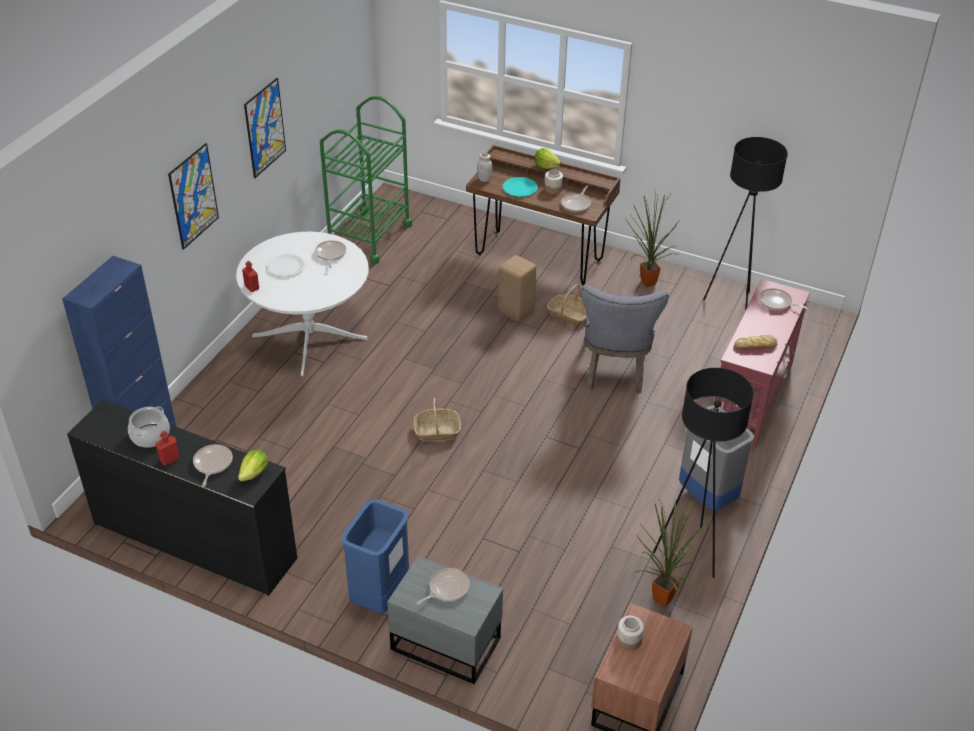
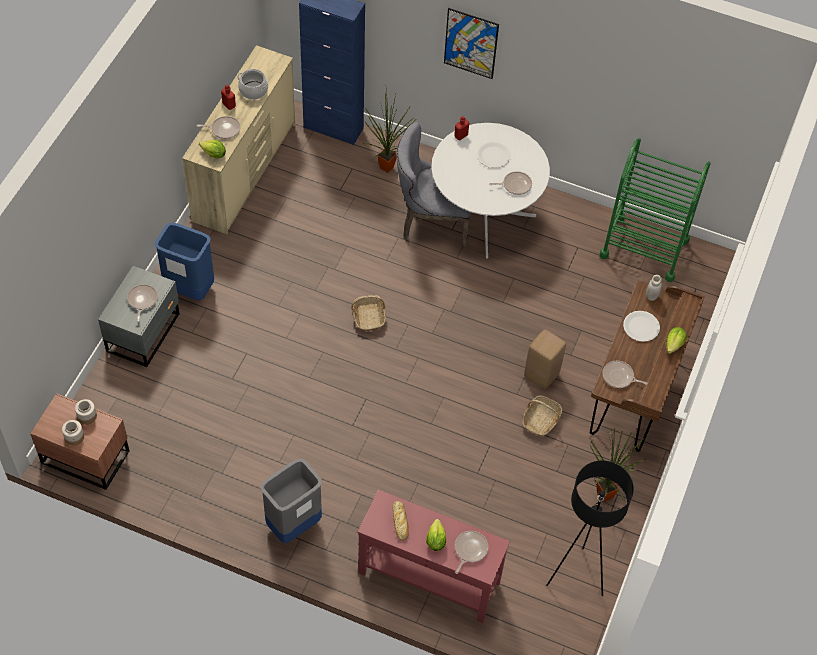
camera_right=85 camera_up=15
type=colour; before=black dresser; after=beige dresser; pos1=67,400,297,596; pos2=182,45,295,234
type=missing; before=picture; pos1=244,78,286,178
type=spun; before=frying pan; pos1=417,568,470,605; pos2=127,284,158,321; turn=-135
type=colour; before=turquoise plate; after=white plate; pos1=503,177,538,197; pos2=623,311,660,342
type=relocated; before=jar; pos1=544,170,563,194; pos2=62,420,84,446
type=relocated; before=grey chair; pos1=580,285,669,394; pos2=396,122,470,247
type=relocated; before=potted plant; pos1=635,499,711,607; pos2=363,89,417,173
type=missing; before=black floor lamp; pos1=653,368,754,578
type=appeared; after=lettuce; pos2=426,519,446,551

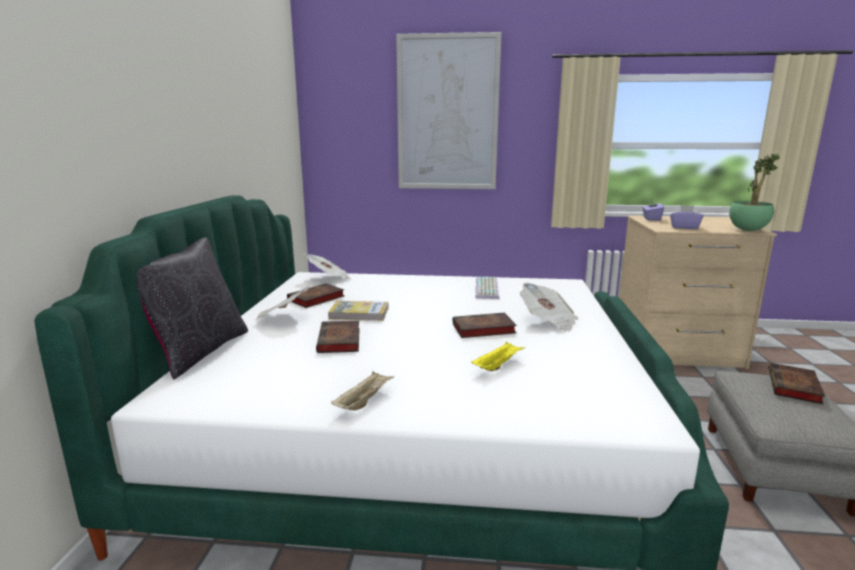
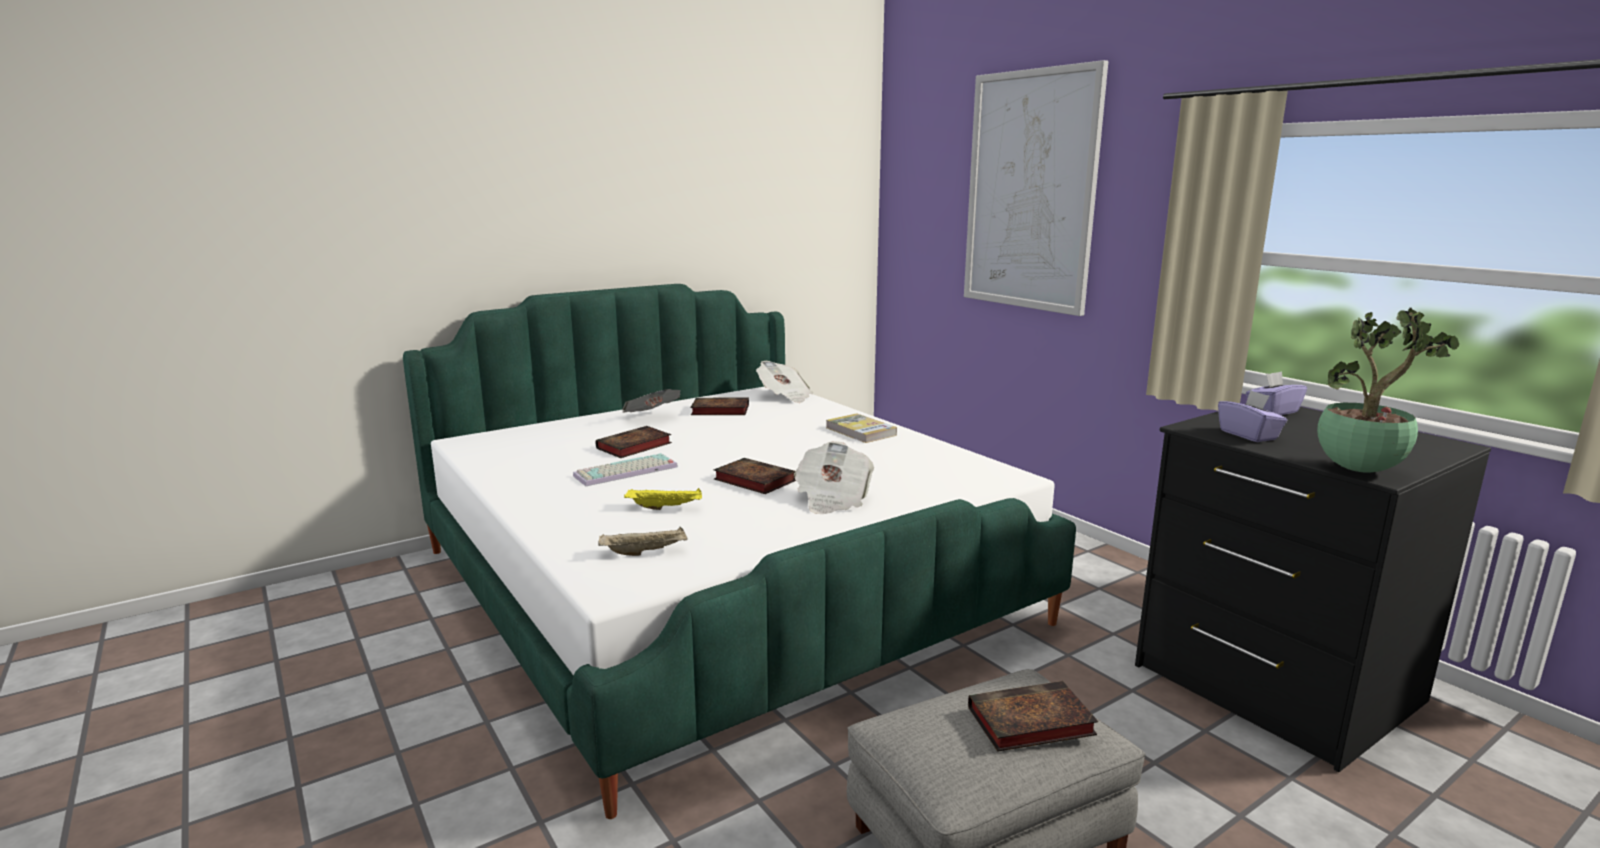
camera_right=50 camera_up=0
type=missing; before=black pillow; pos1=136,237,248,380
type=relocated; before=book; pos1=328,301,389,321; pos2=826,414,897,443
type=relocated; before=beige tray; pos1=331,371,394,411; pos2=598,527,688,556
type=relocated; before=keyboard; pos1=476,276,499,299; pos2=573,453,678,486
type=colour; before=beige dresser; after=black dresser; pos1=619,215,777,369; pos2=1135,407,1491,772

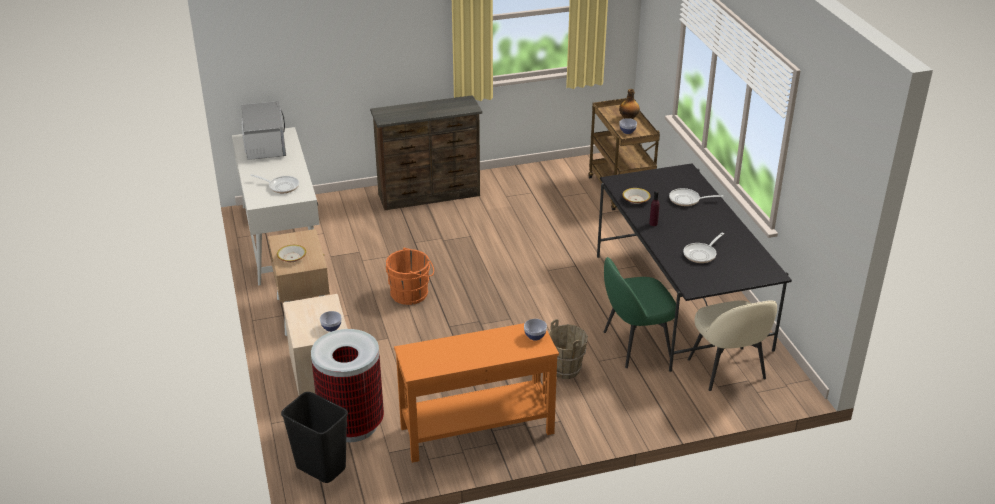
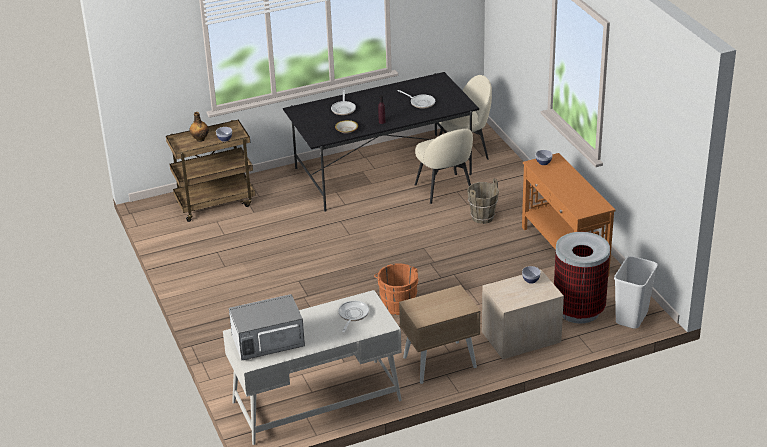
camera_right=-95 camera_up=0
type=missing; before=bowl; pos1=277,245,306,262
type=colour; before=black trash can; after=white trash can; pos1=281,392,348,483; pos2=614,256,658,329
type=missing; before=brown dresser; pos1=370,95,482,210
type=colour; before=green chair; after=beige chair; pos1=604,257,676,368; pos2=415,129,473,204

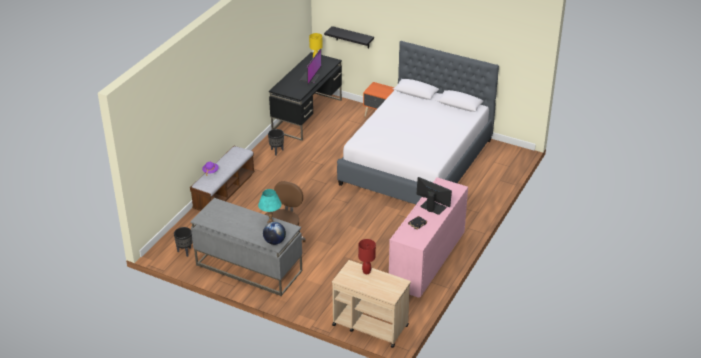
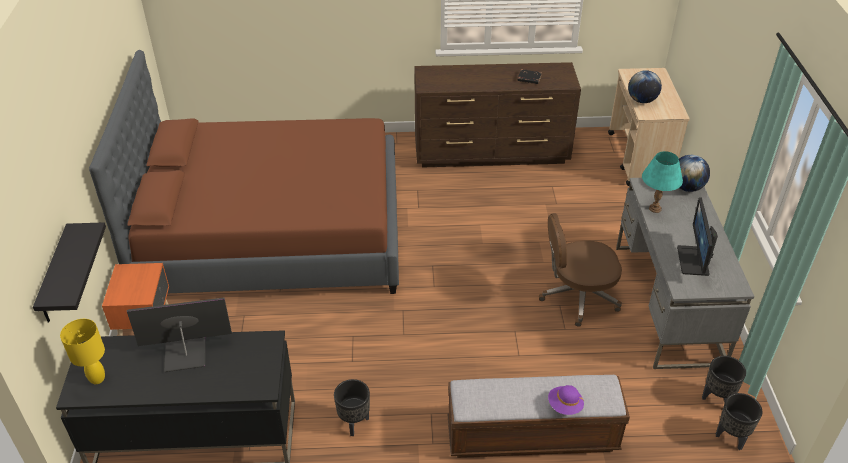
camera_right=-120 camera_up=5
type=colour; before=white bed; after=brown bed; pos1=337,41,499,204; pos2=89,50,399,294
type=exchanged; before=red table lamp; after=globe; pos1=358,239,376,274; pos2=628,70,662,103
type=colour; before=pink dresser; after=brown dresser; pos1=389,178,468,298; pos2=414,62,581,168
type=relocated; before=monitor; pos1=417,177,452,215; pos2=677,197,718,276
type=appeared; after=black planter; pos2=716,393,762,450

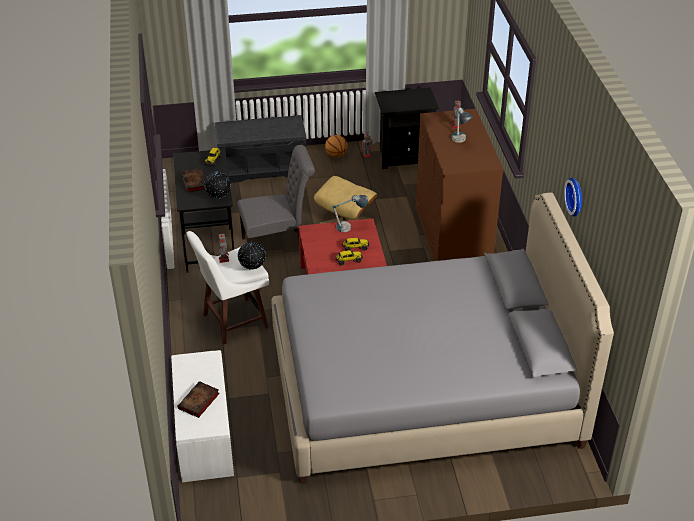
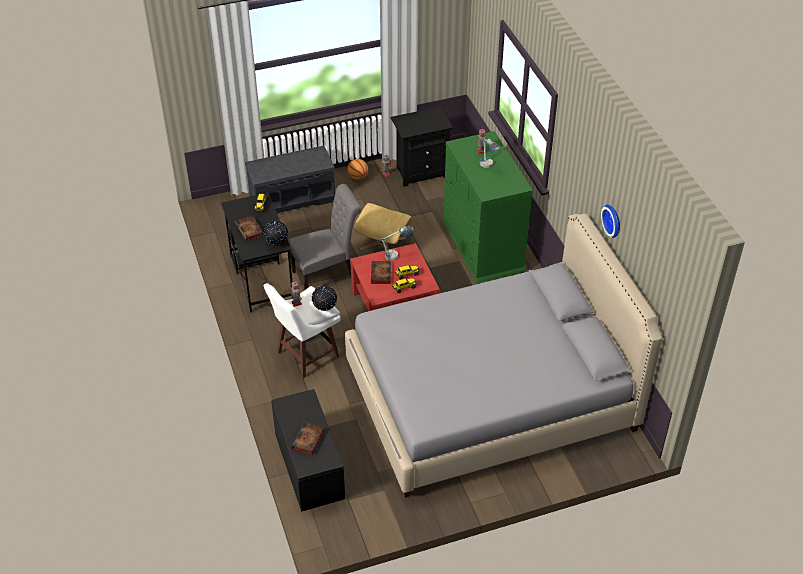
camera_right=-10 camera_up=5
type=colour; before=white bench; after=black bench; pos1=171,350,234,482; pos2=271,389,345,512
type=colour; before=brown dresser; after=green dresser; pos1=415,109,504,261; pos2=443,131,533,284
type=appeared; after=book; pos2=371,261,391,284

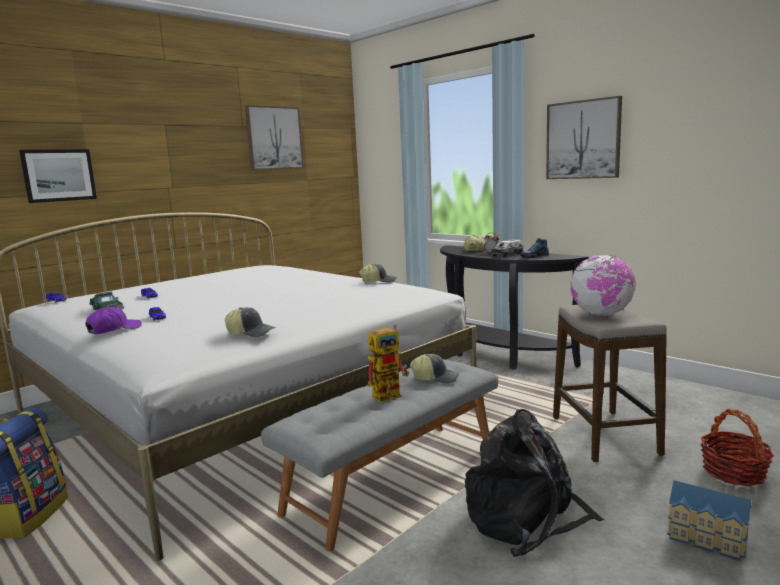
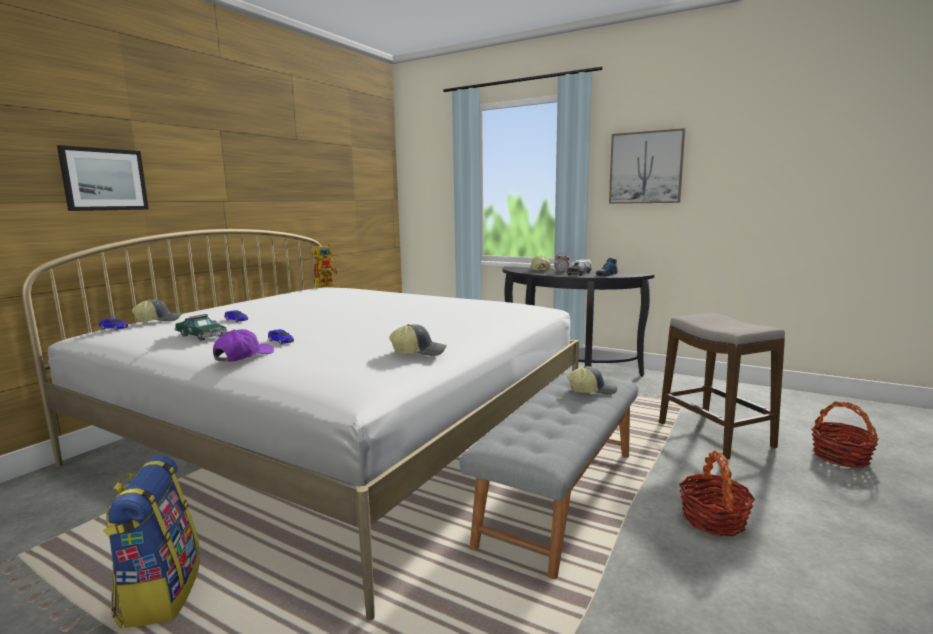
camera_right=-15 camera_up=0
type=missing; before=picture; pos1=245,105,304,170
type=relocated; before=cap; pos1=359,264,396,283; pos2=132,299,182,322
type=relocated; before=toy robot; pos1=368,324,409,402; pos2=313,243,338,288
type=exchanged; before=black backpack; after=basket; pos1=465,409,604,557; pos2=679,451,755,536
type=missing; before=globe; pos1=570,255,636,316
type=missing; before=toy house; pos1=667,480,751,561

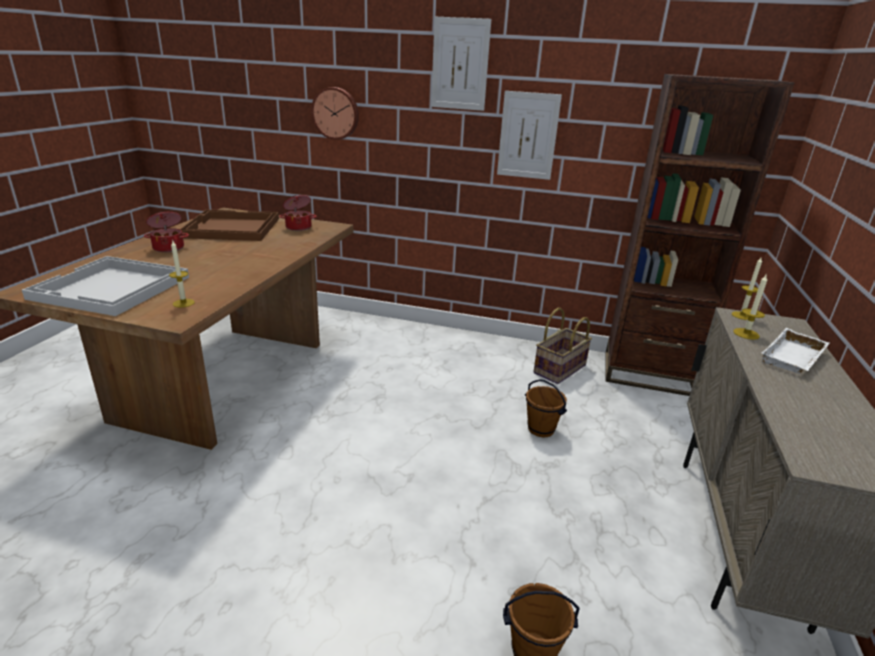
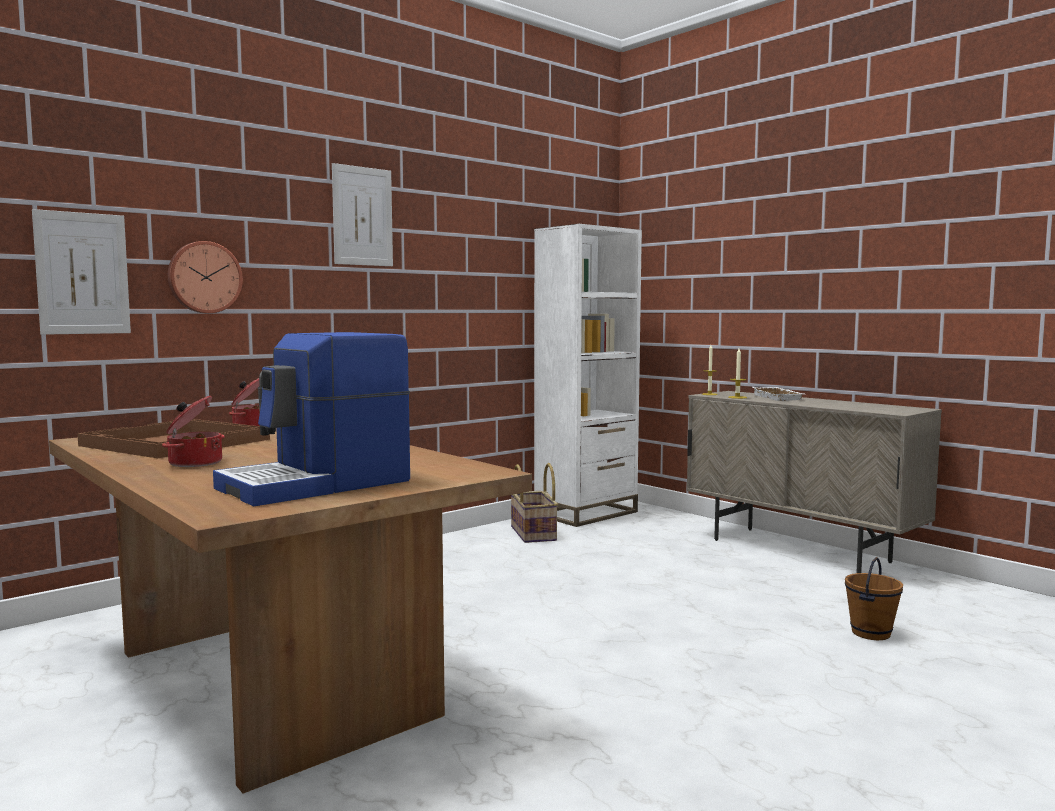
camera_right=-55 camera_up=-20
type=exchanged; before=white tray; after=coffee machine; pos1=22,256,189,316; pos2=213,332,410,506
type=missing; before=candle; pos1=169,241,195,308
type=relocated; before=picture; pos1=497,91,562,180; pos2=32,209,131,335
type=missing; before=brown bucket; pos1=525,379,567,437
type=colour; before=brown bookcase; after=white bookcase; pos1=605,74,795,396; pos2=534,224,642,527

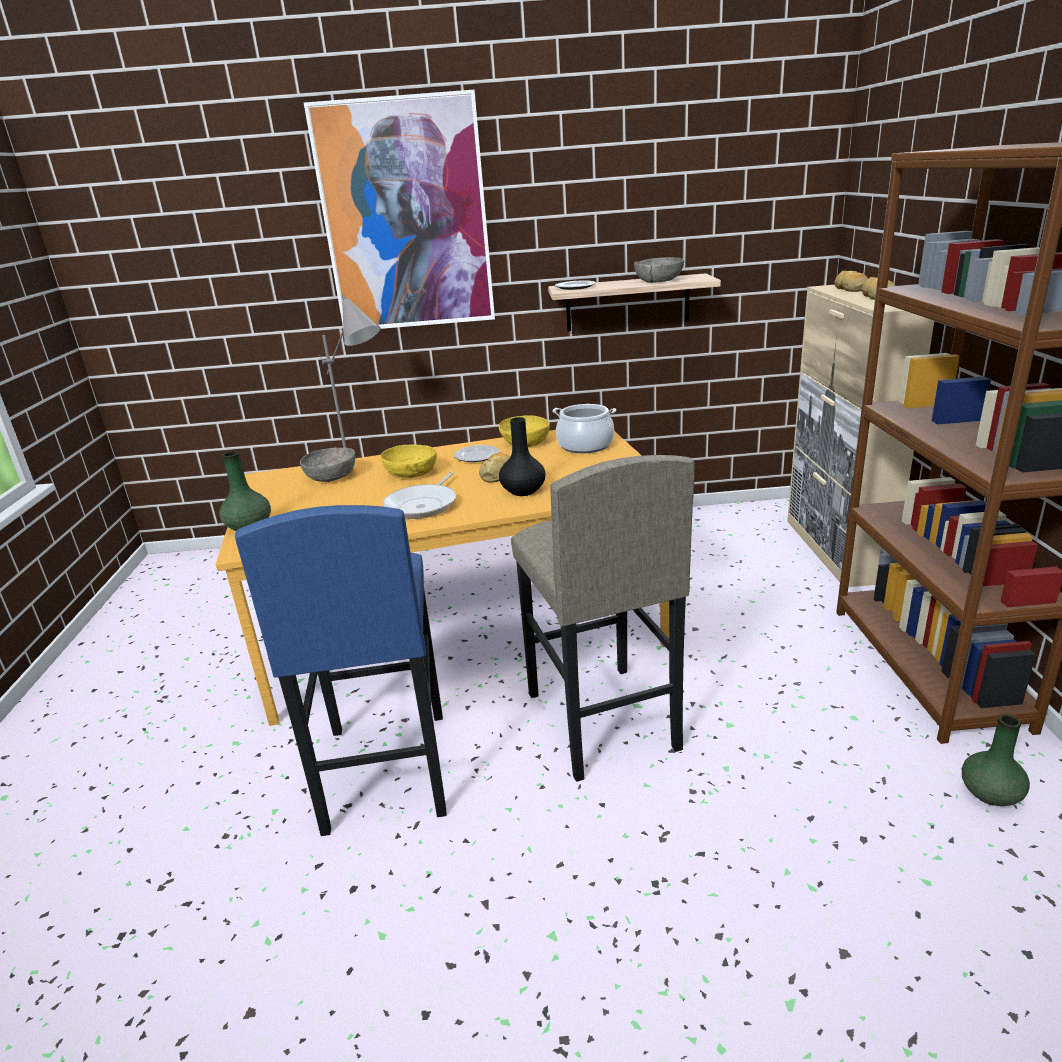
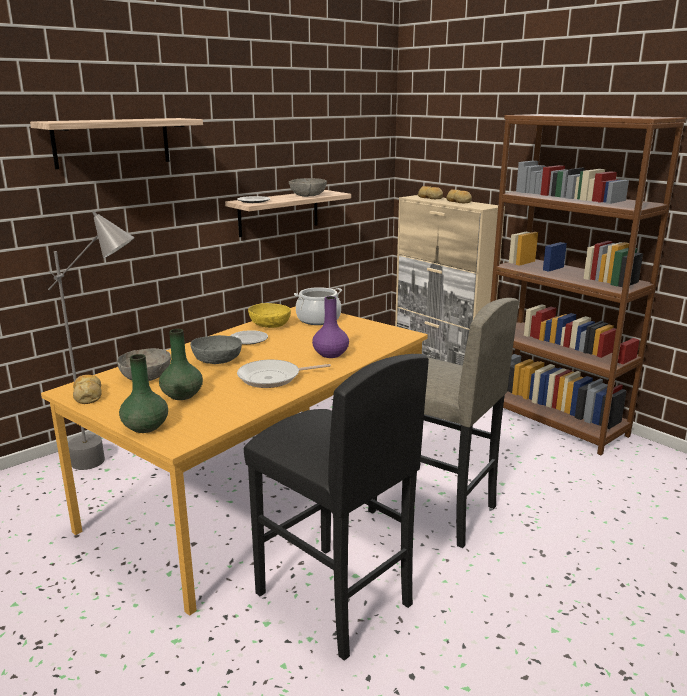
camera_right=-40 camera_up=-5
type=colour; before=blue stool; after=black stool; pos1=235,505,447,836; pos2=244,354,429,661
type=exchanged; before=picture; after=shelf; pos1=304,90,495,329; pos2=30,118,203,169
type=colour; before=yellow bowl; after=grey bowl; pos1=381,445,437,478; pos2=190,335,242,364
type=spun; before=frying pan; pos1=383,472,456,519; pos2=237,360,331,388; turn=90
type=relocated; before=bread; pos1=479,453,510,482; pos2=73,375,102,404
type=colour; before=black vase; after=purple vase; pos1=499,417,545,496; pos2=312,296,349,358
type=relocated; before=green vase; pos1=962,714,1030,806; pos2=159,329,203,400

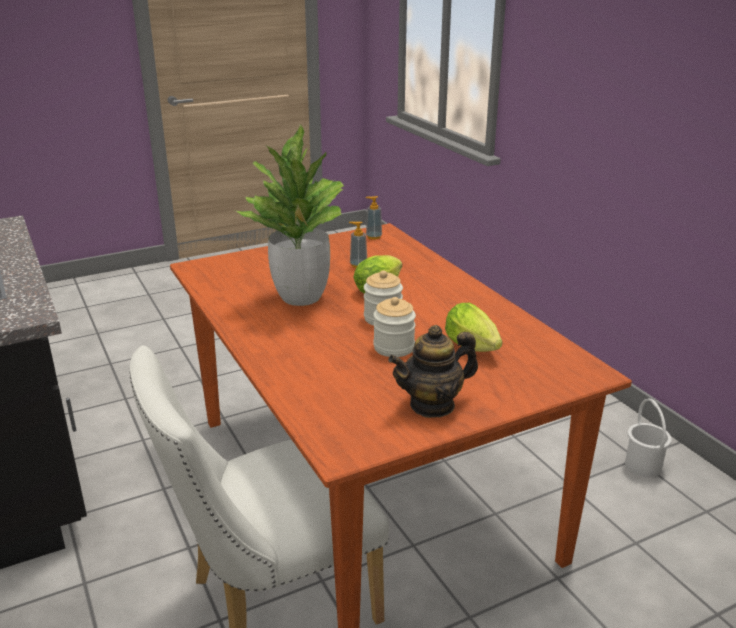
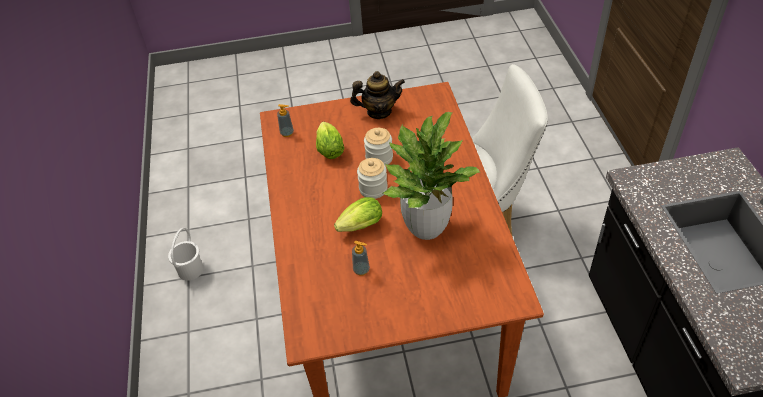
camera_right=-160 camera_up=20
type=relocated; before=soap dispenser; pos1=366,196,382,240; pos2=277,104,294,137

